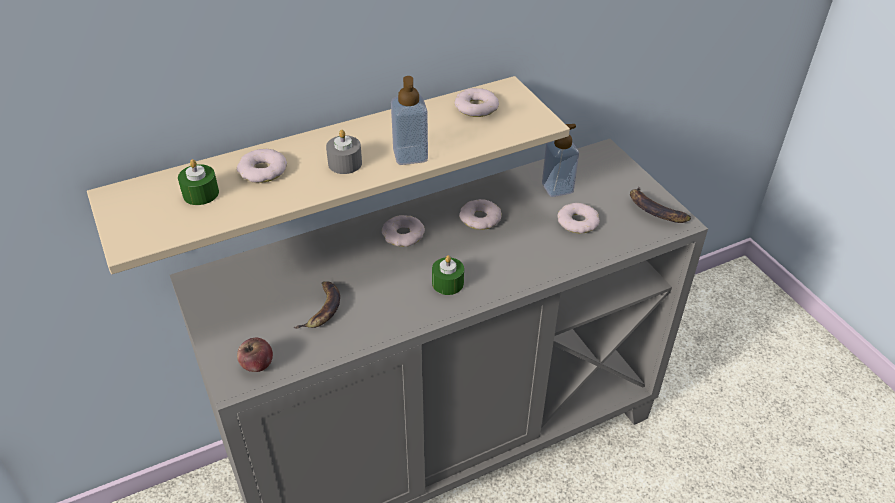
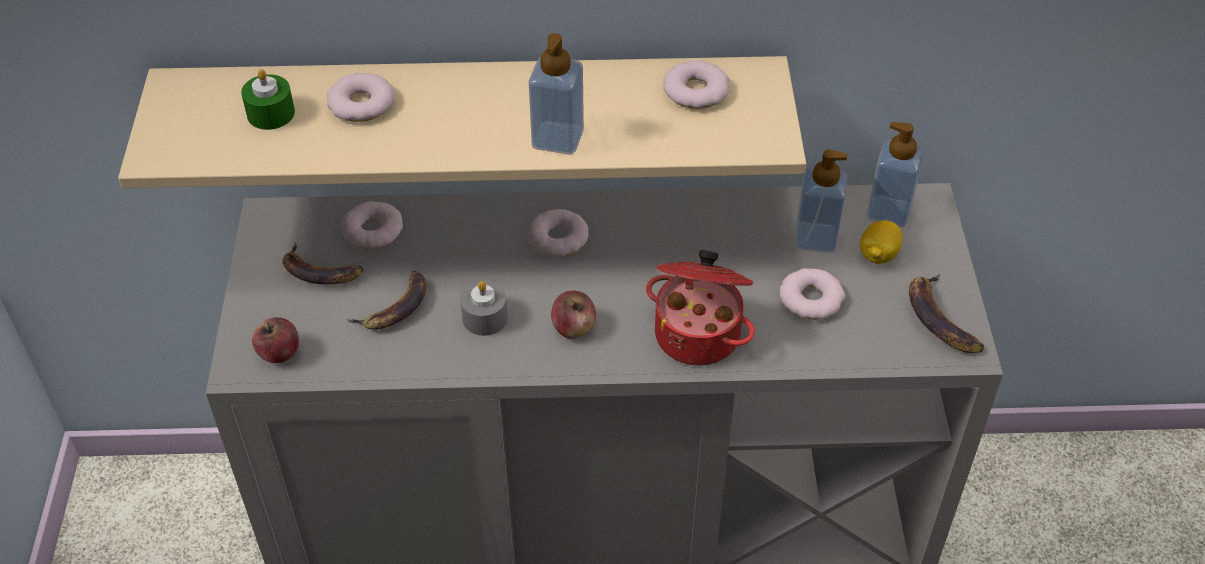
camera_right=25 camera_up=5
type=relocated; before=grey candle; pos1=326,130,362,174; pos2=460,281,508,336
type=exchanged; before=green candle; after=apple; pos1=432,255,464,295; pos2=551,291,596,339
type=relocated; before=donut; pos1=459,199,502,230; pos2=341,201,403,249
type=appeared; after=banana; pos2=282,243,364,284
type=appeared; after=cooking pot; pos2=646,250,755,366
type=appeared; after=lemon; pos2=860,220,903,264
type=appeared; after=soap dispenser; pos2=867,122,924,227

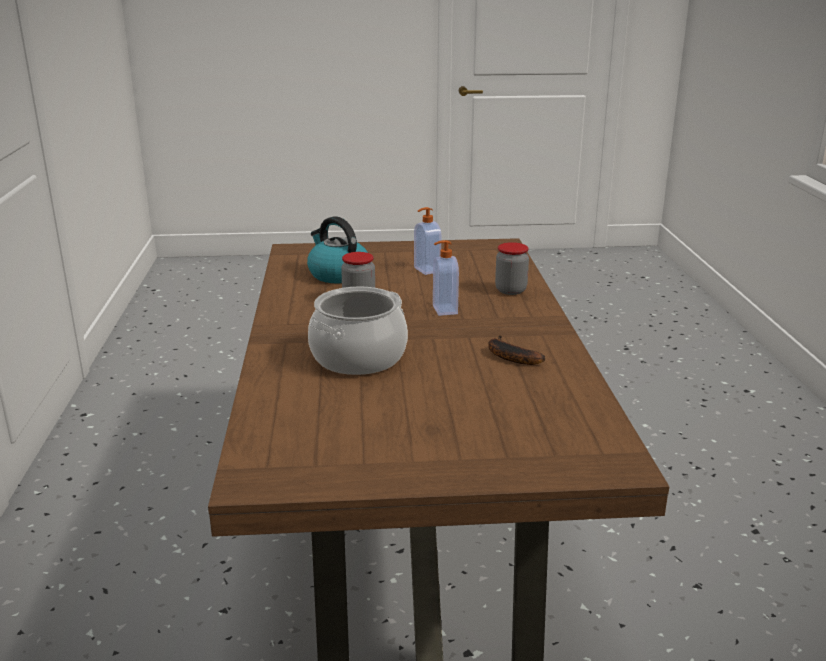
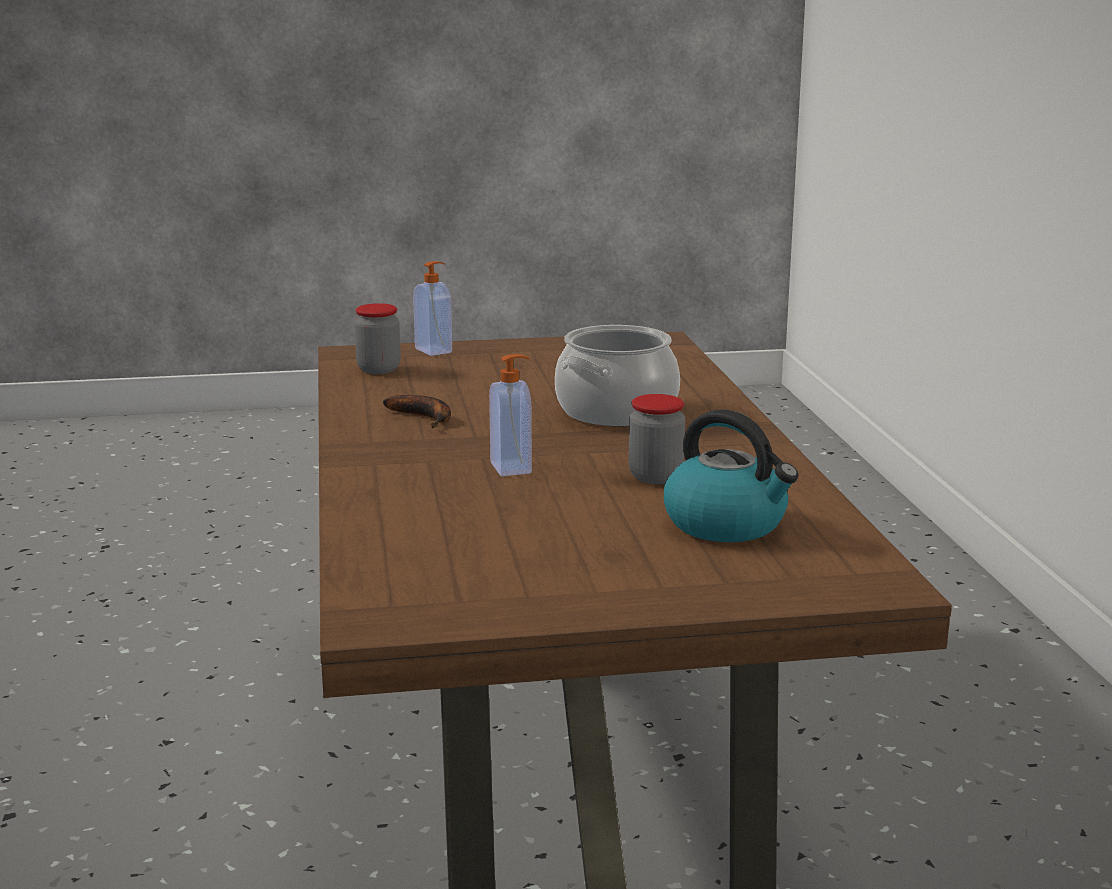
camera_right=175 camera_up=-5
type=relocated; before=soap dispenser; pos1=414,207,441,275; pos2=413,261,452,356
type=relocated; before=jar; pos1=495,242,529,295; pos2=355,303,401,374

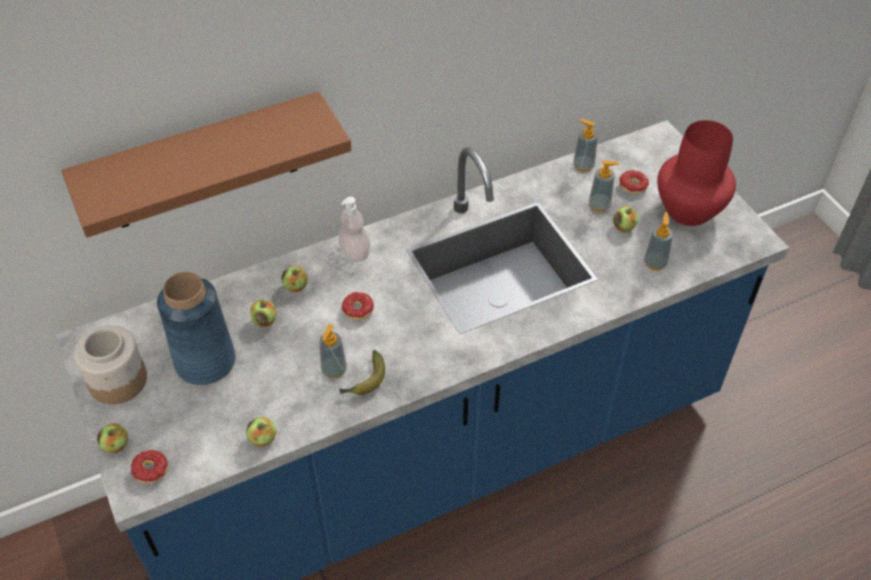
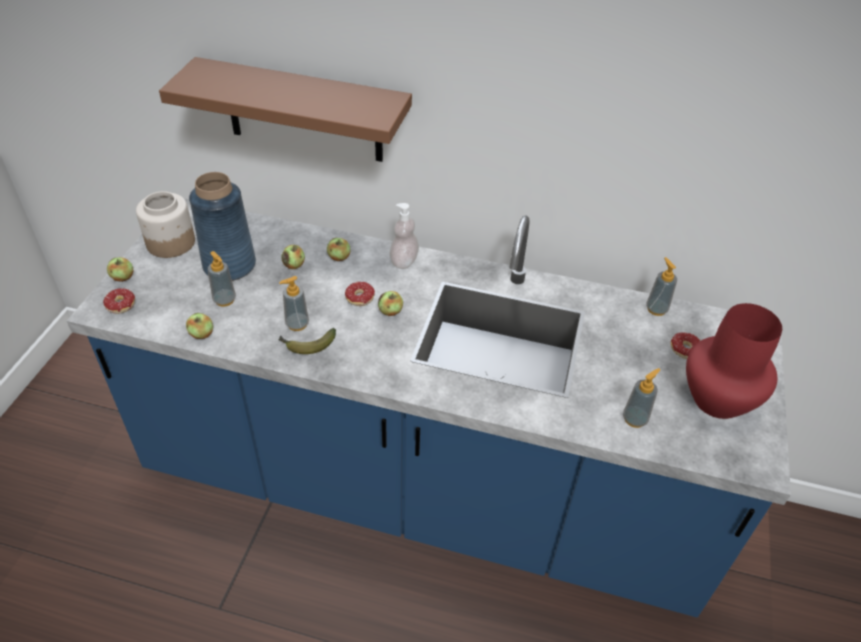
camera_right=40 camera_up=-5
type=relocated; before=soap dispenser; pos1=589,160,619,212; pos2=207,251,236,307
type=relocated; before=apple; pos1=613,206,638,232; pos2=378,291,403,316

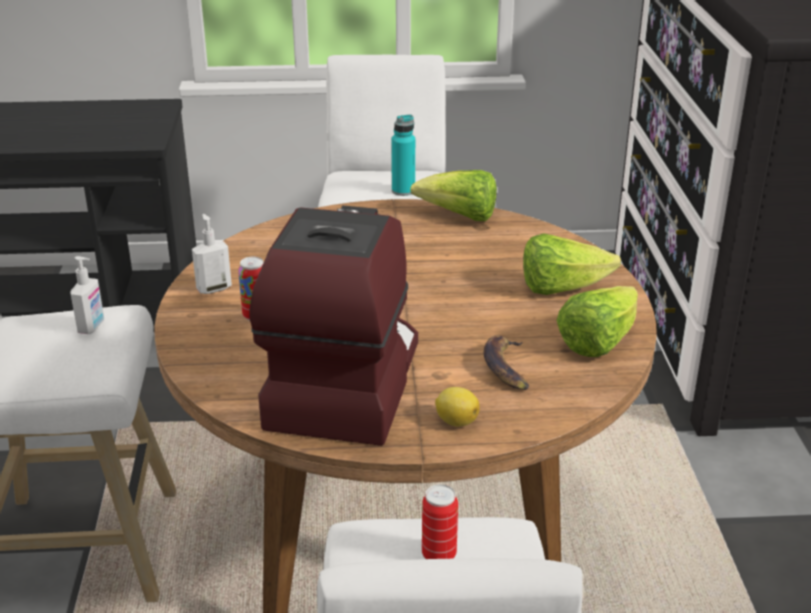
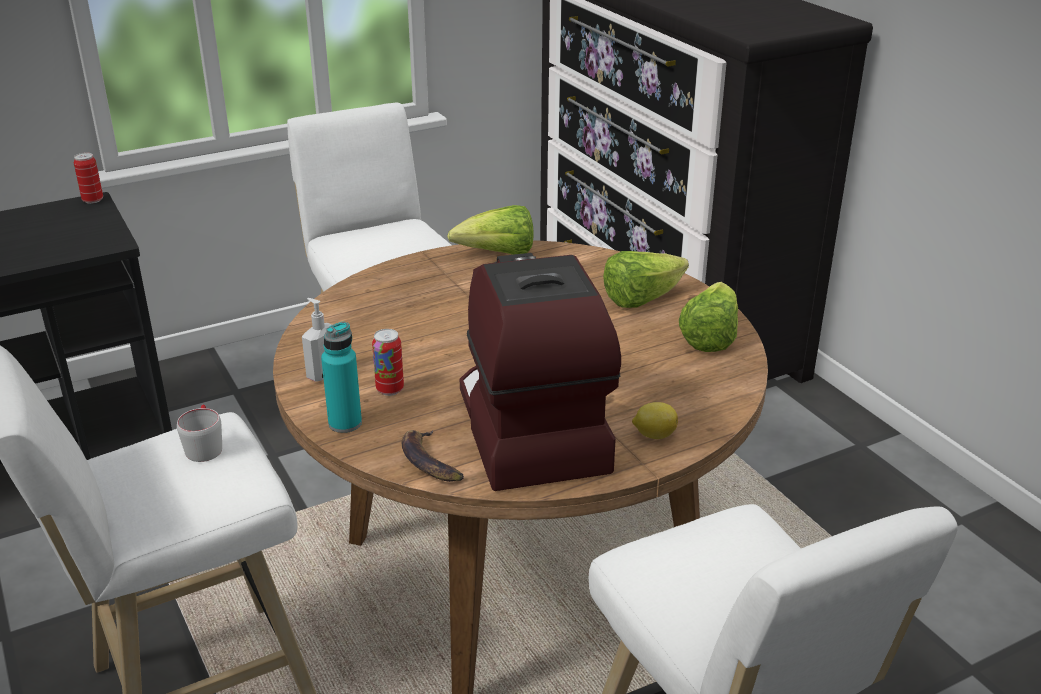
camera_right=-25 camera_up=0
type=exchanged; before=soap dispenser; after=grey mug; pos1=71,256,104,334; pos2=177,405,222,462
type=relocated; before=turquoise bottle; pos1=391,115,415,196; pos2=321,322,362,433
type=relocated; before=can; pos1=422,484,458,559; pos2=74,153,103,204
type=relocated; before=banana; pos1=484,336,529,390; pos2=402,430,464,482

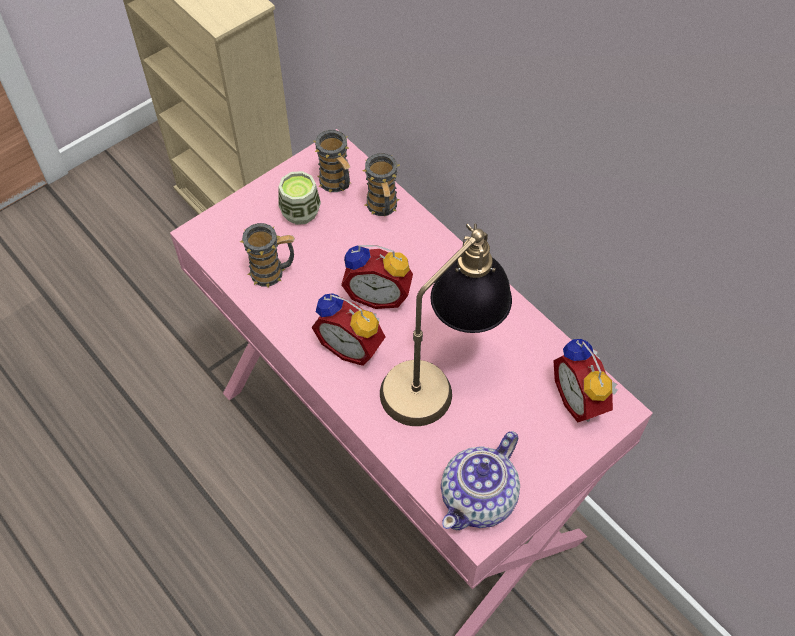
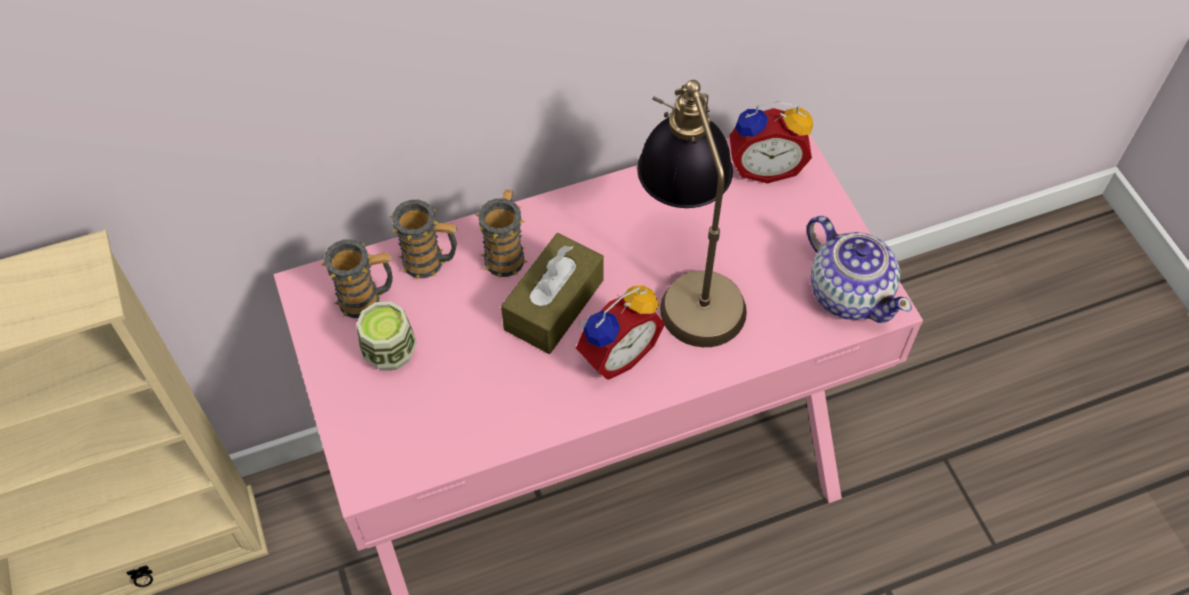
camera_right=-70 camera_up=0
type=relocated; before=mug; pos1=240,223,295,287; pos2=475,189,527,278
type=exchanged; before=alarm clock; after=brown tissue box; pos1=341,245,413,309; pos2=501,233,604,354

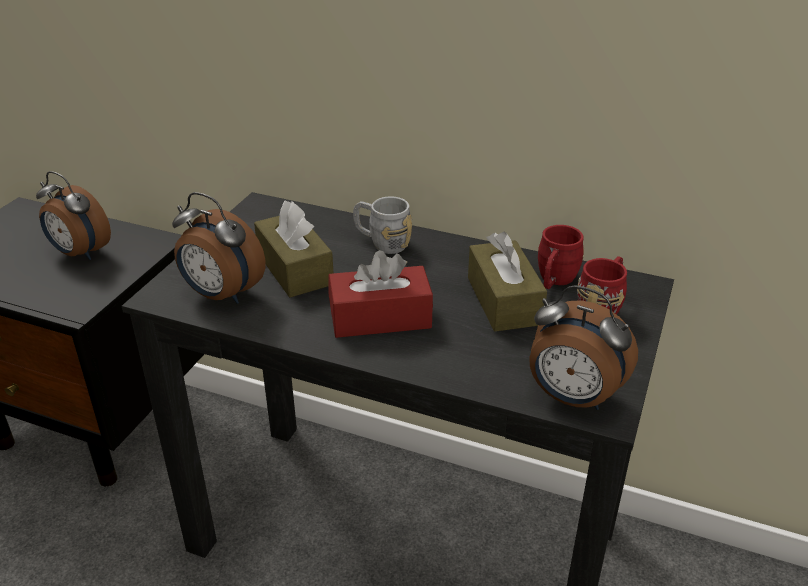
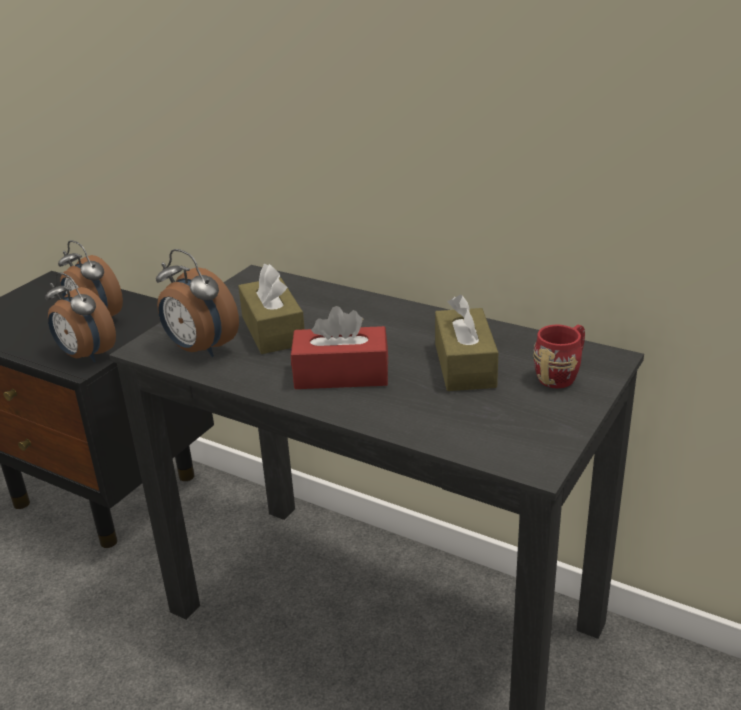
camera_right=10 camera_up=-5
type=missing; before=grey mug; pos1=353,197,412,254
type=relocated; before=alarm clock; pos1=529,285,638,410; pos2=45,272,116,363
type=missing; before=red mug; pos1=538,225,584,289

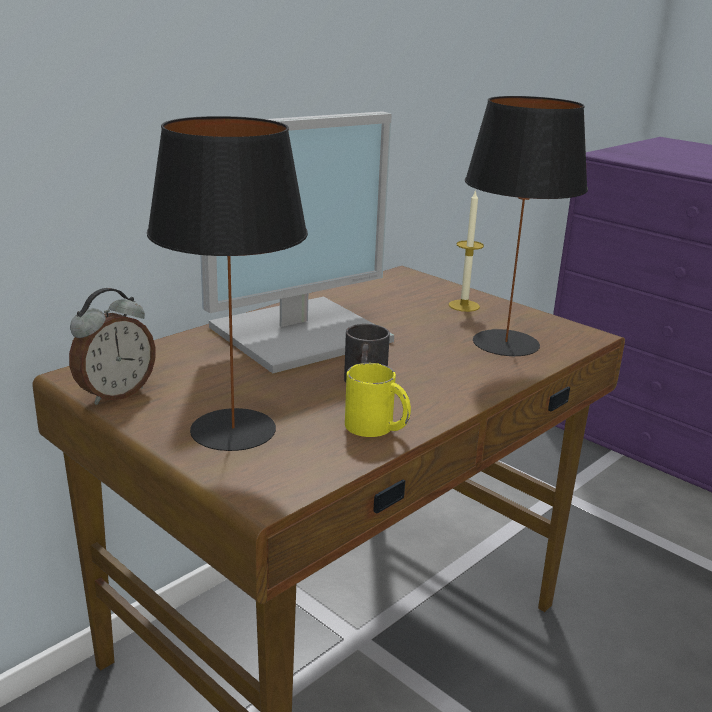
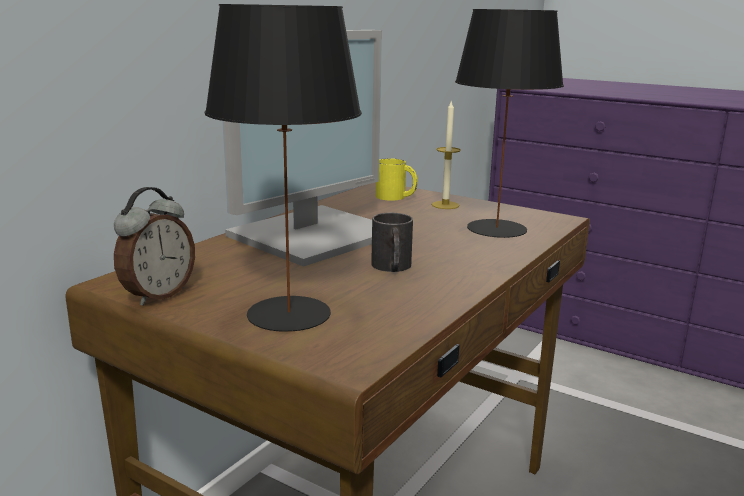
camera_right=-10 camera_up=-5
type=relocated; before=yellow mug; pos1=345,363,411,437; pos2=376,158,418,201

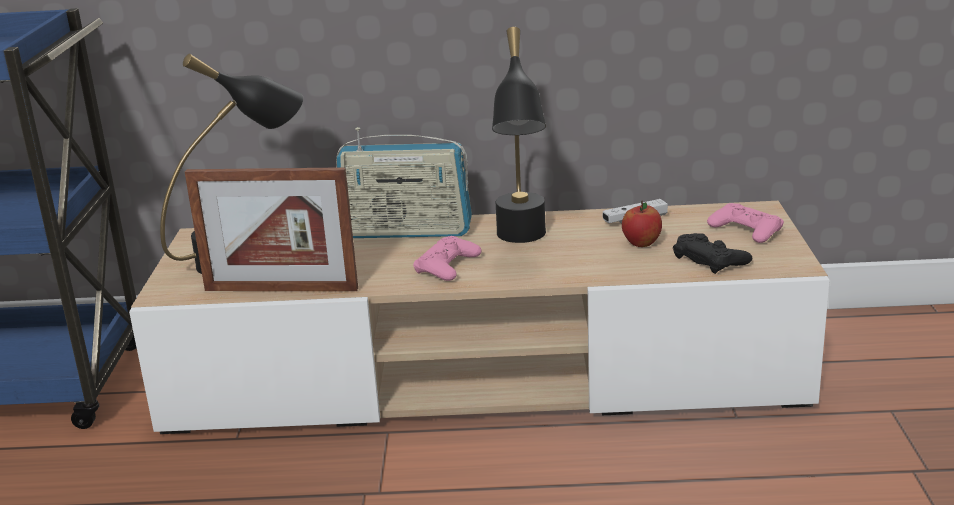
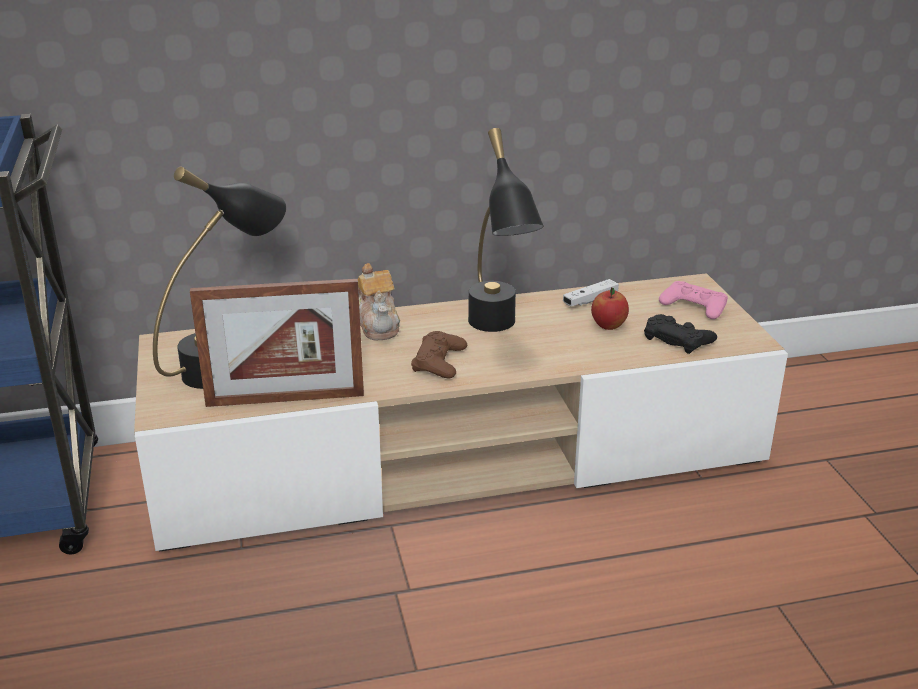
camera_right=-15 camera_up=5
type=exchanged; before=radio; after=teapot; pos1=336,127,472,238; pos2=358,263,400,340
type=colour; before=pink game controller; after=brown game controller; pos1=413,236,482,281; pos2=411,331,467,378

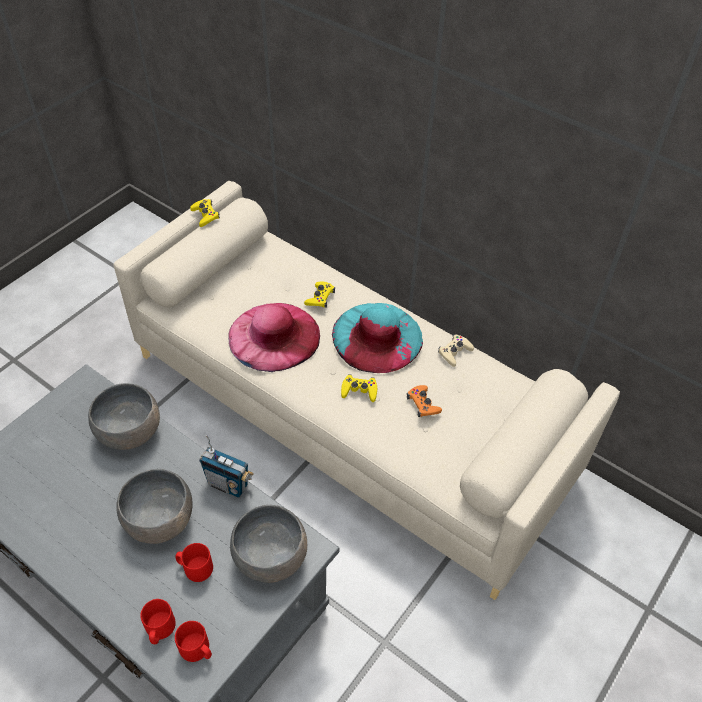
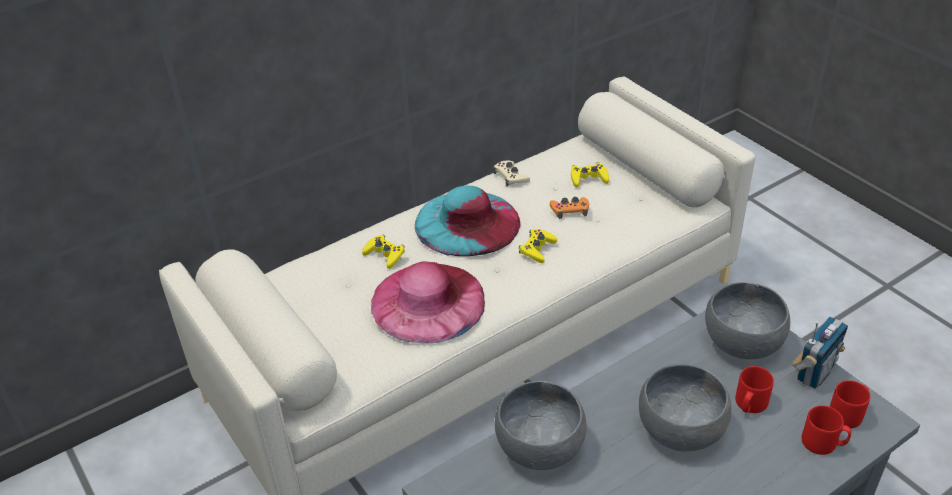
camera_right=-70 camera_up=-10
type=relocated; before=yellow game controller; pos1=190,199,220,227; pos2=571,162,609,187
type=relocated; before=radio; pos1=199,435,254,498; pos2=792,317,848,389

